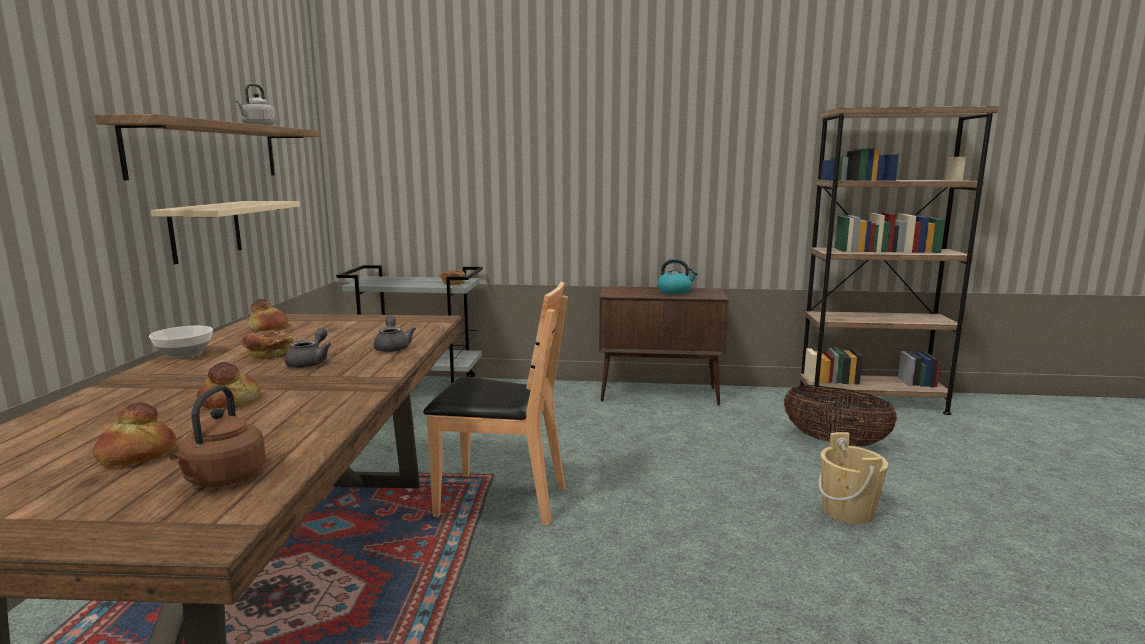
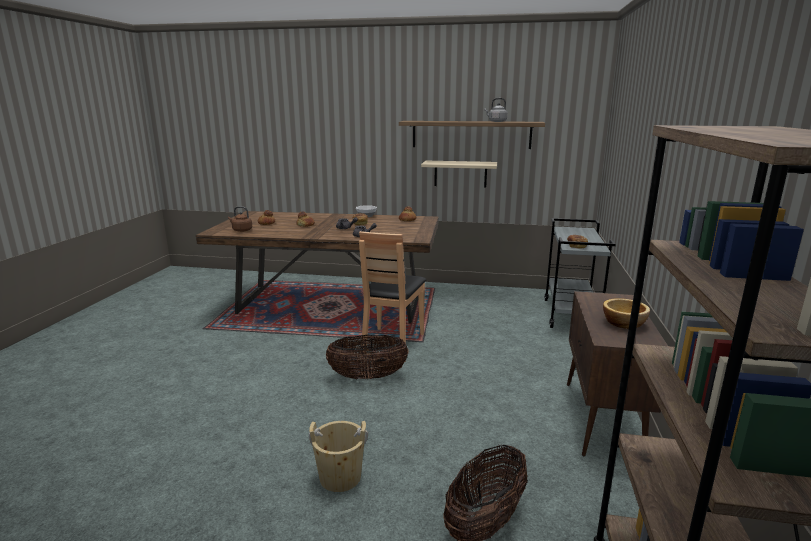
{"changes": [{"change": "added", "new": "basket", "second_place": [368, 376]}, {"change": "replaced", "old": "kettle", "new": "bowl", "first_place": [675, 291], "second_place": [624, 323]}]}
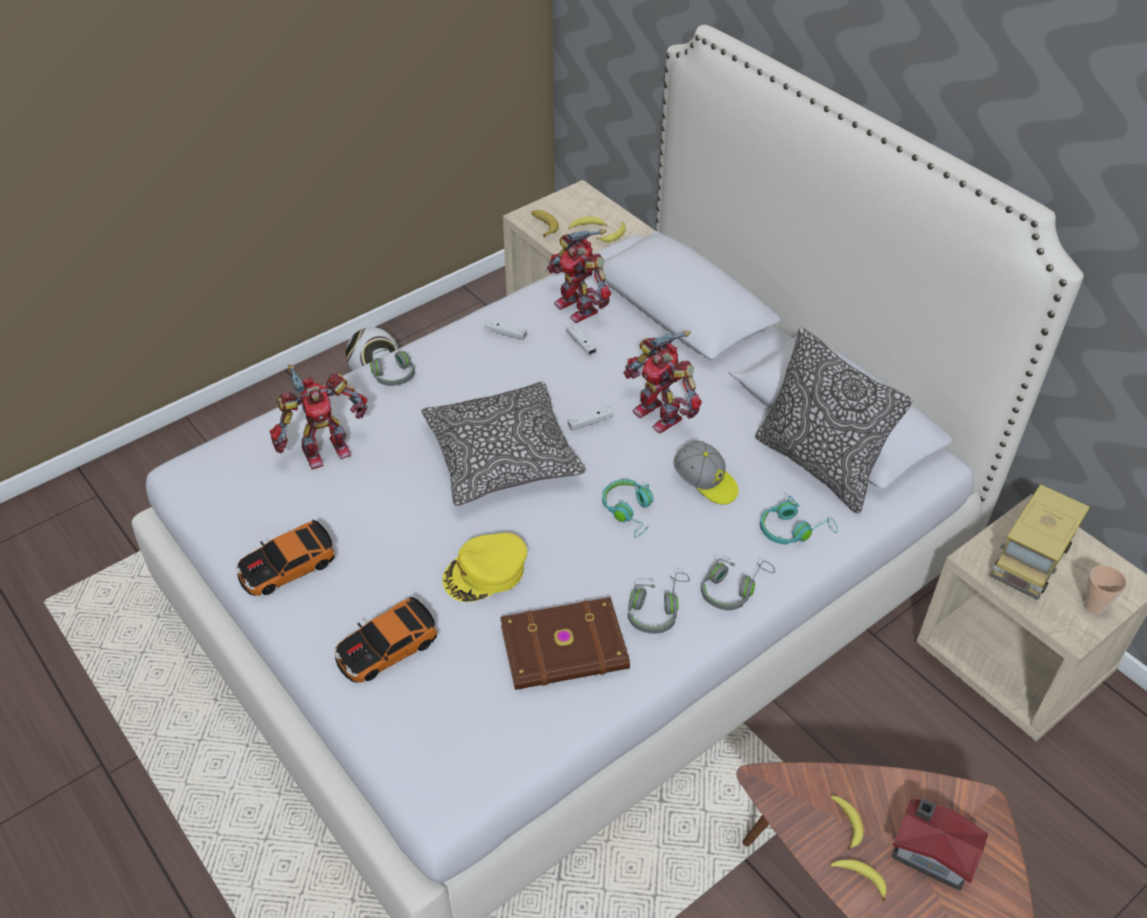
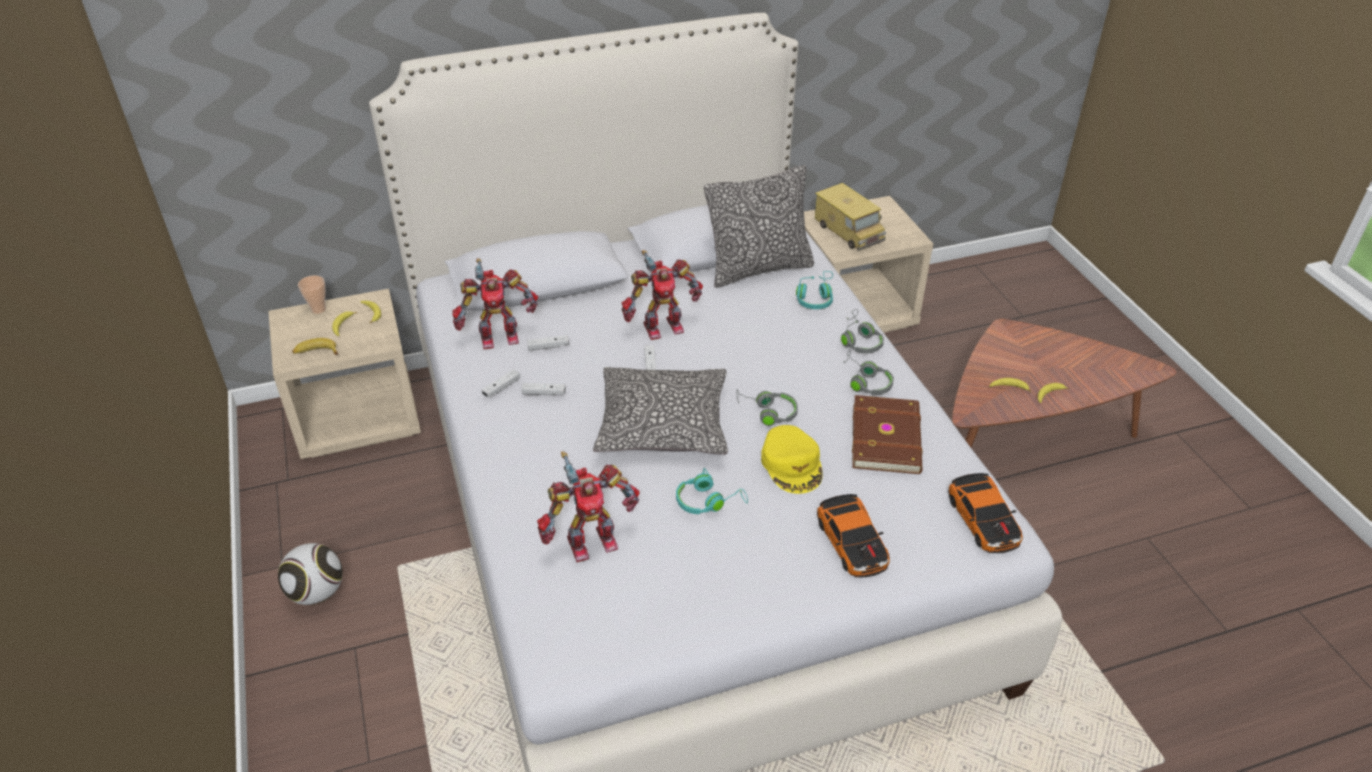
{"changes": [{"change": "moved", "old": "cup", "first_place": [1093, 606], "second_place": [318, 309]}, {"change": "added", "new": "white game controller", "second_place": [544, 393]}, {"change": "turned", "old": "toy robot", "first_place": [324, 449], "second_place": [590, 540], "degrees": 75}, {"change": "moved", "old": "turquoise headphones", "first_place": [629, 512], "second_place": [708, 501]}, {"change": "moved", "old": "grey headphones", "first_place": [394, 370], "second_place": [767, 412]}, {"change": "moved", "old": "toy car", "first_place": [287, 566], "second_place": [985, 519]}, {"change": "removed", "old": "cap", "first_place": [706, 482]}, {"change": "removed", "old": "toy house", "first_place": [931, 852]}]}
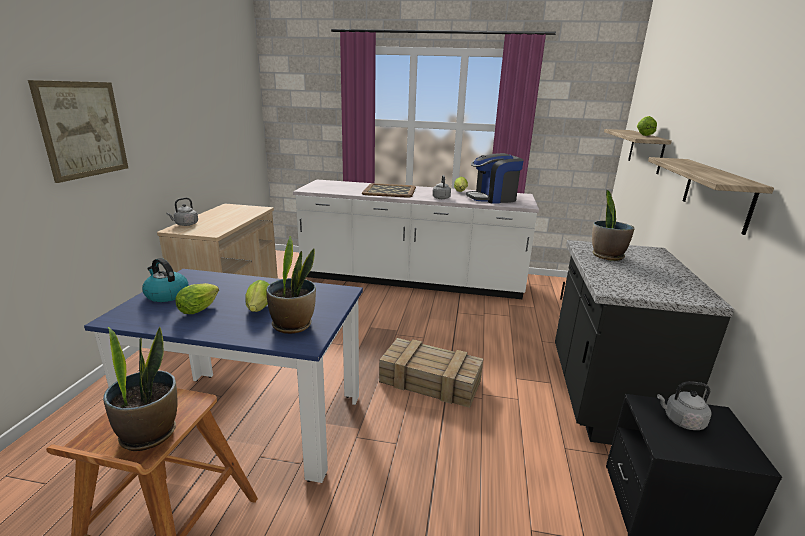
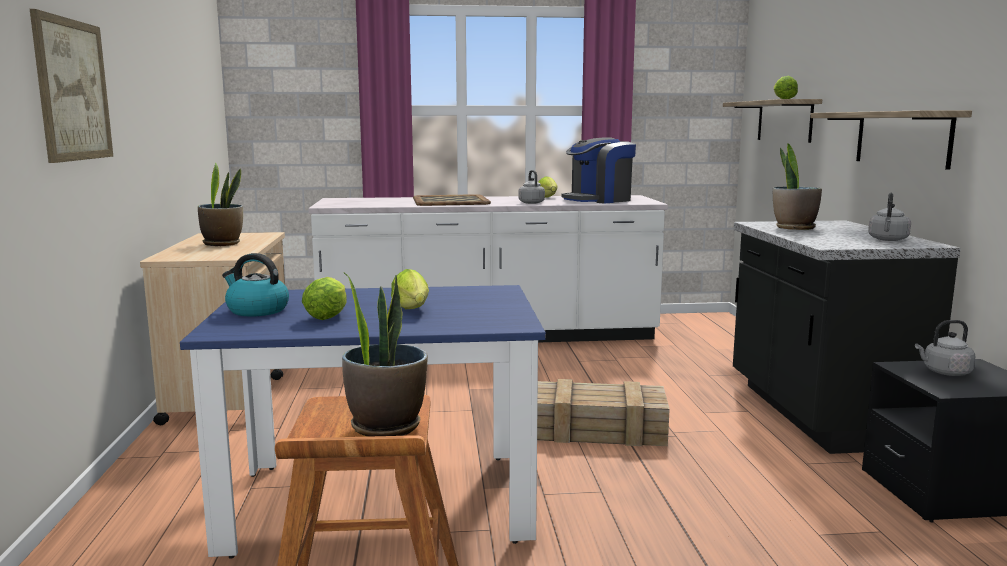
{"changes": [{"change": "moved", "old": "potted plant", "first_place": [293, 325], "second_place": [222, 243]}, {"change": "moved", "old": "grey kettle", "first_place": [185, 224], "second_place": [888, 240]}]}
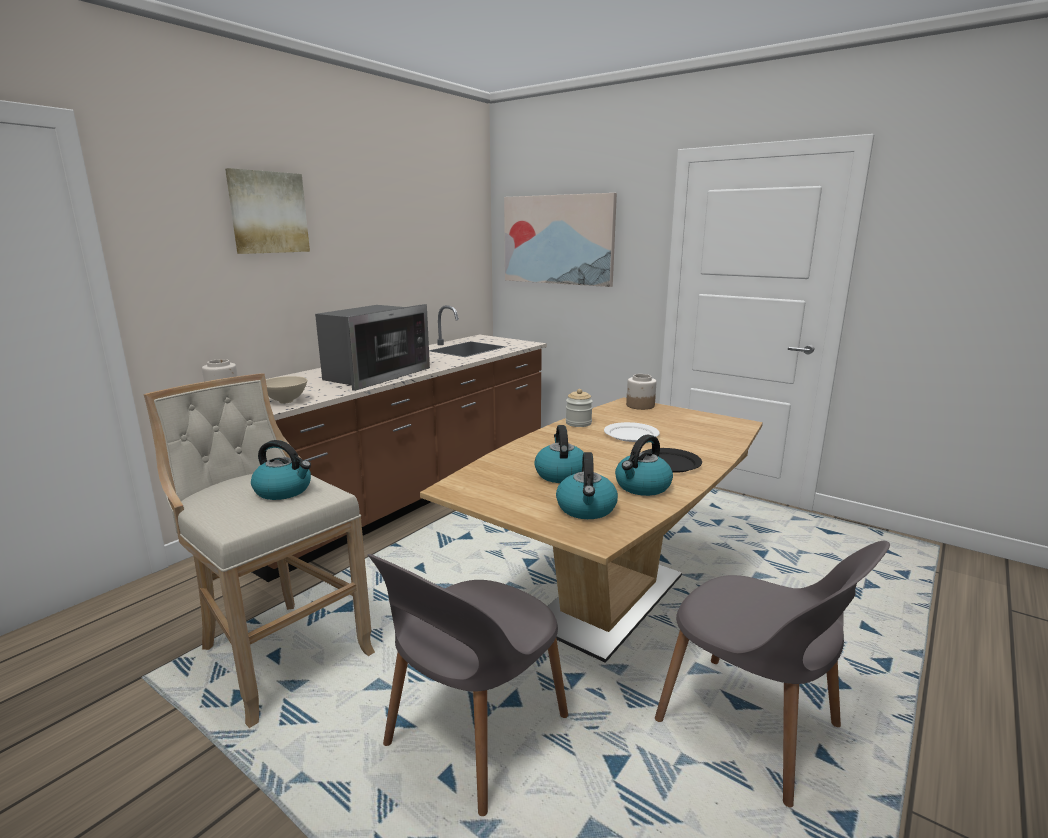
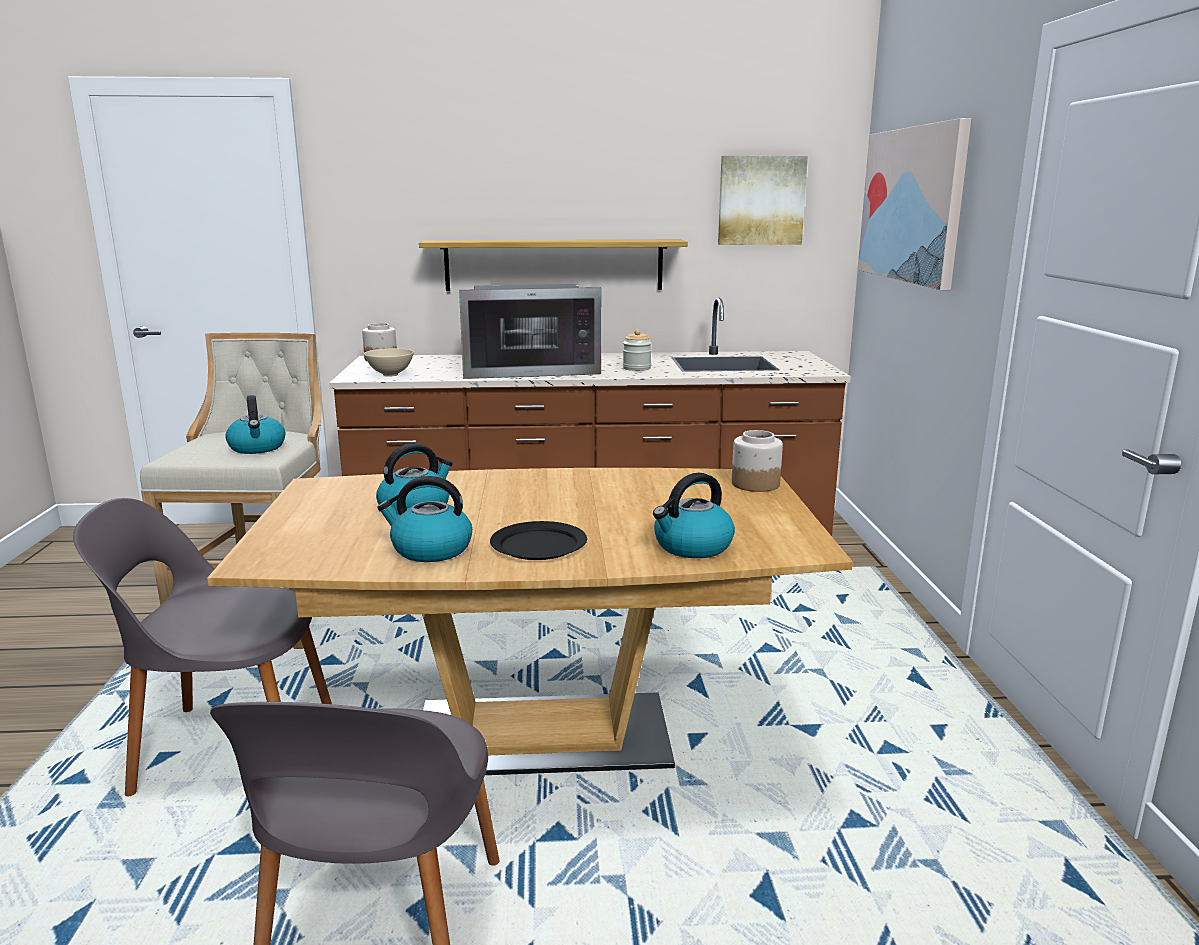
{"changes": [{"change": "added", "new": "shelf", "second_place": [554, 265]}, {"change": "moved", "old": "jar", "first_place": [578, 423], "second_place": [636, 368]}, {"change": "moved", "old": "kettle", "first_place": [586, 509], "second_place": [692, 547]}, {"change": "moved", "old": "picture", "first_place": [268, 212], "second_place": [761, 200]}, {"change": "removed", "old": "white plate", "first_place": [631, 435]}]}
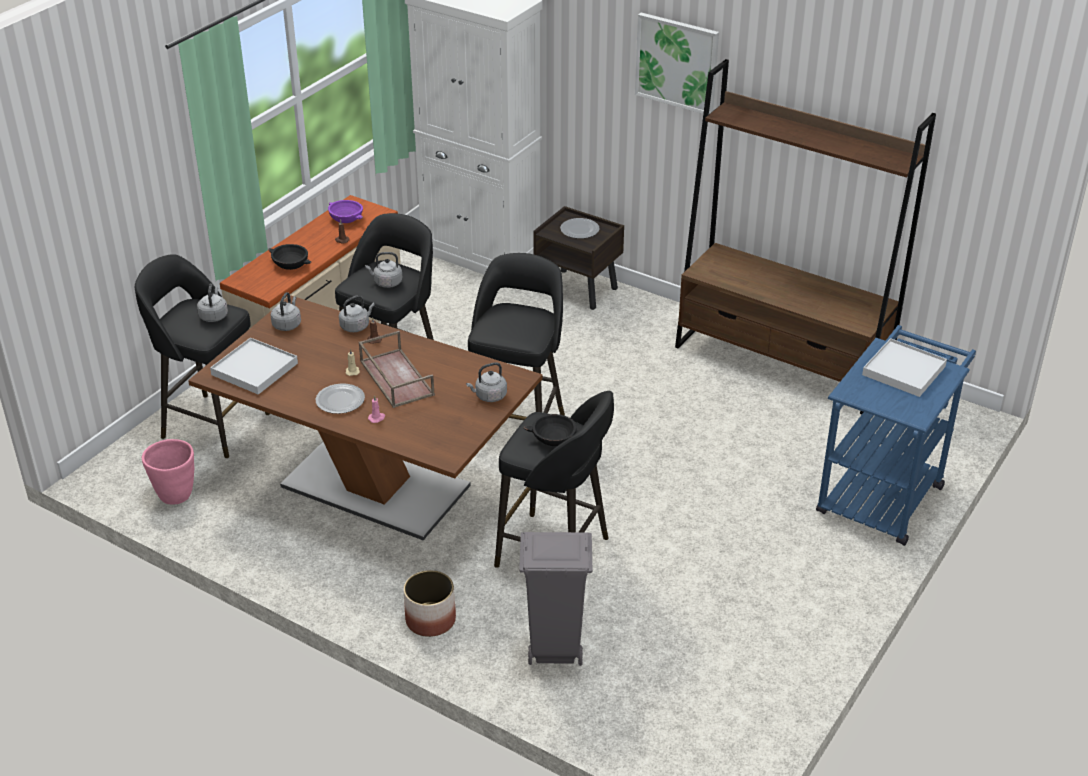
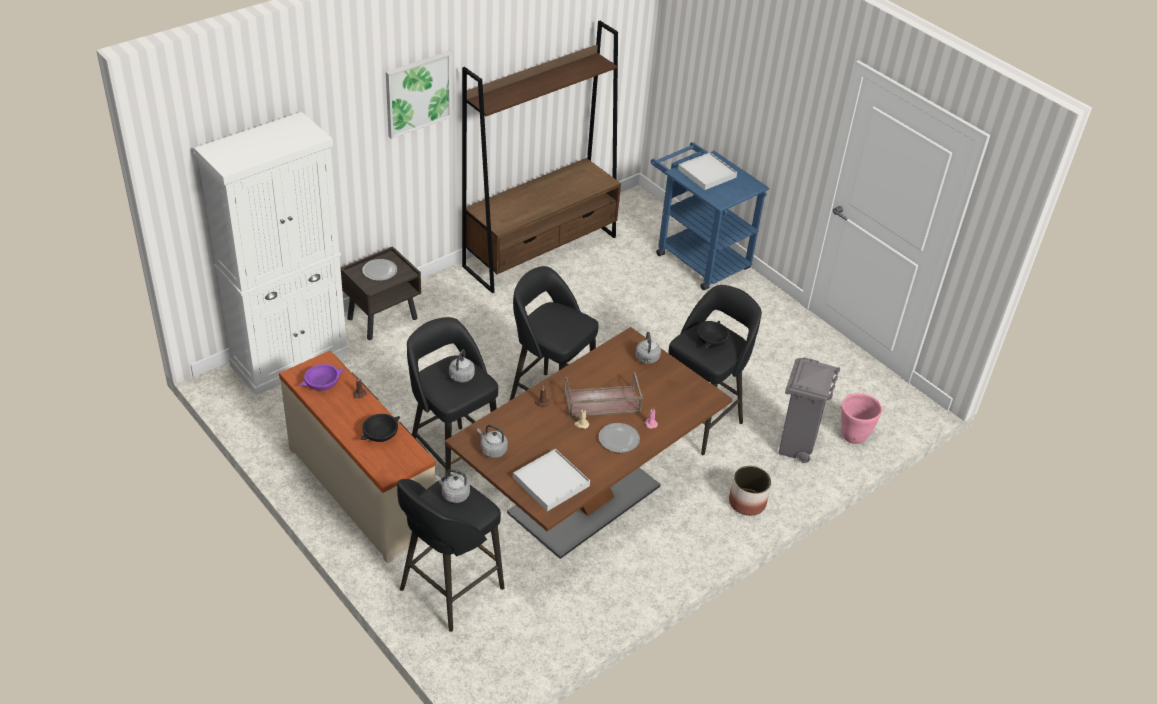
{"changes": [{"change": "moved", "old": "pink planter", "first_place": [175, 495], "second_place": [853, 436]}, {"change": "removed", "old": "grey kettle", "first_place": [356, 326]}]}
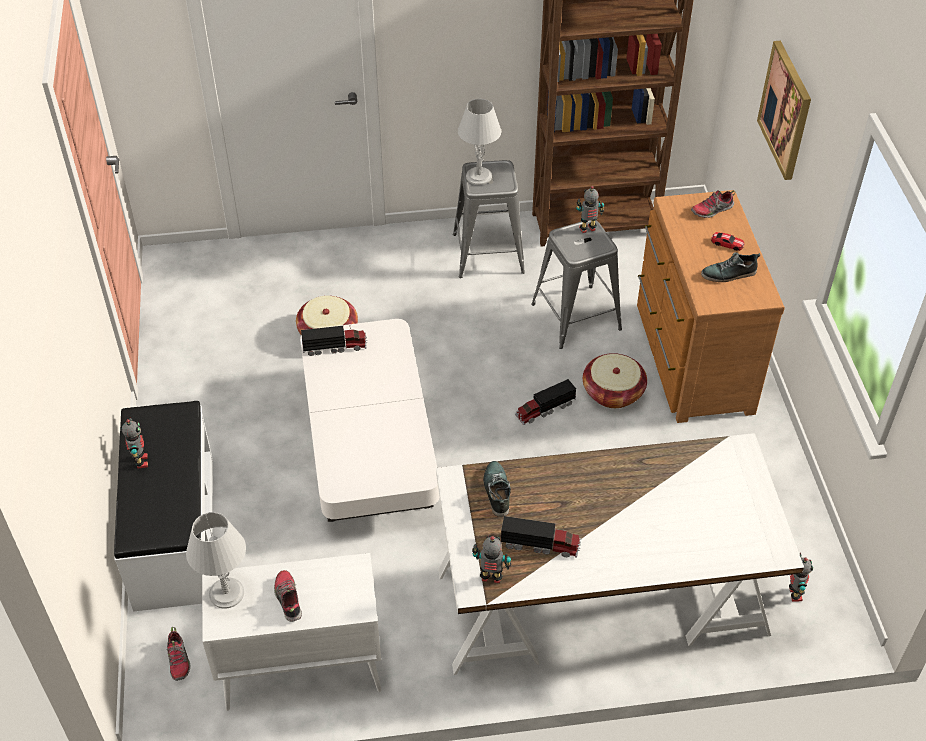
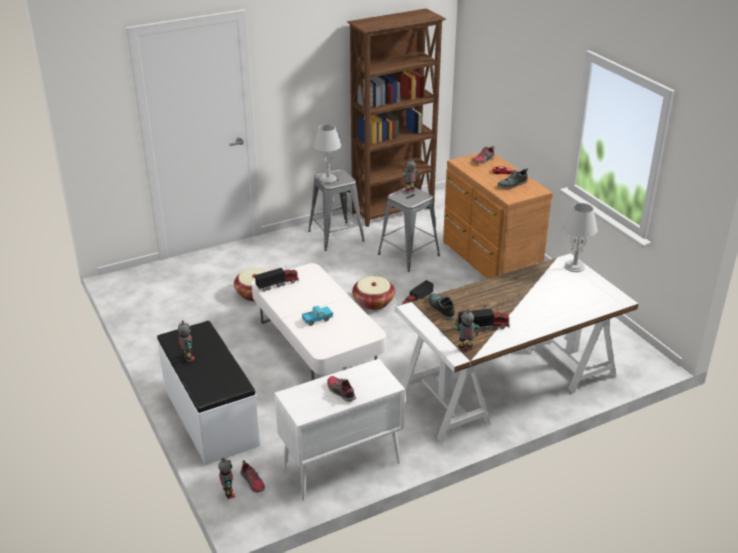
{"changes": [{"change": "moved", "old": "toy robot", "first_place": [793, 594], "second_place": [228, 494]}, {"change": "added", "new": "toy truck", "second_place": [317, 320]}, {"change": "moved", "old": "basket", "first_place": [613, 392], "second_place": [373, 302]}, {"change": "moved", "old": "grey table lamp", "first_place": [226, 593], "second_place": [574, 266]}, {"change": "removed", "old": "picture", "first_place": [786, 110]}]}
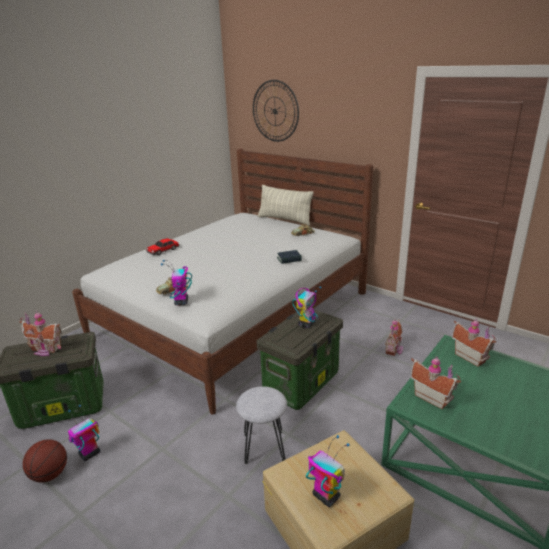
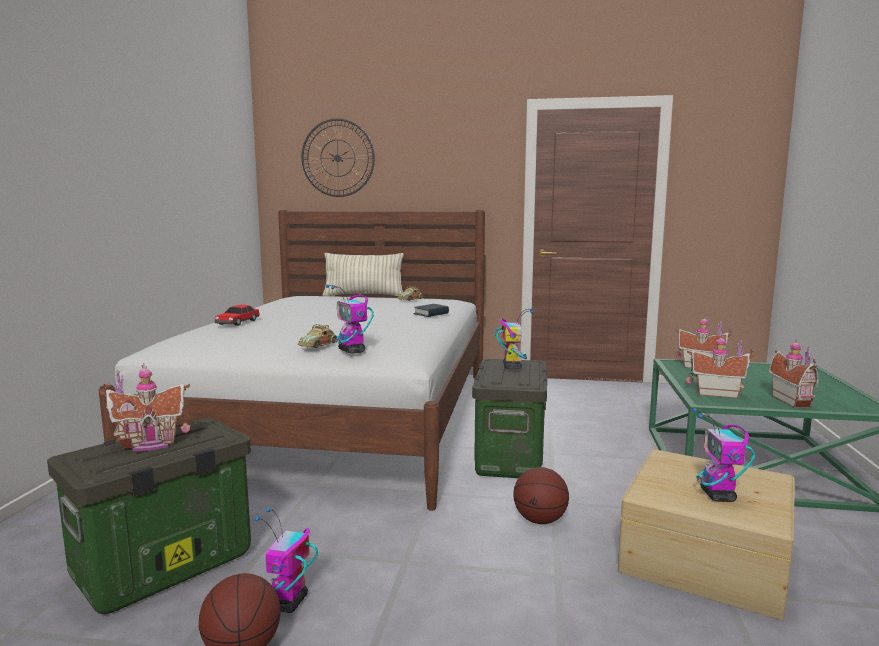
{"changes": [{"change": "replaced", "old": "grey stool", "new": "basketball", "first_place": [263, 447], "second_place": [540, 520]}, {"change": "turned", "old": "toy robot", "first_place": [325, 496], "second_place": [718, 496], "degrees": -105}, {"change": "moved", "old": "toy house", "first_place": [394, 349], "second_place": [793, 401]}]}
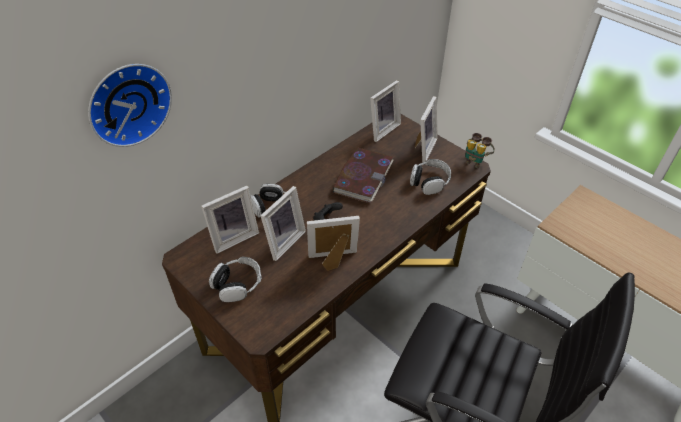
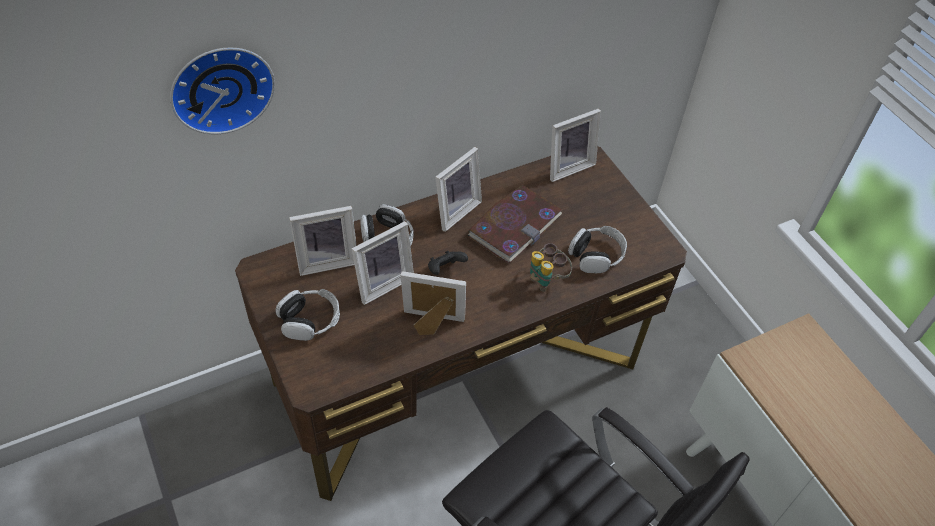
{"changes": [{"change": "moved", "old": "picture frame", "first_place": [422, 148], "second_place": [454, 210]}, {"change": "moved", "old": "binoculars", "first_place": [475, 161], "second_place": [546, 279]}]}
